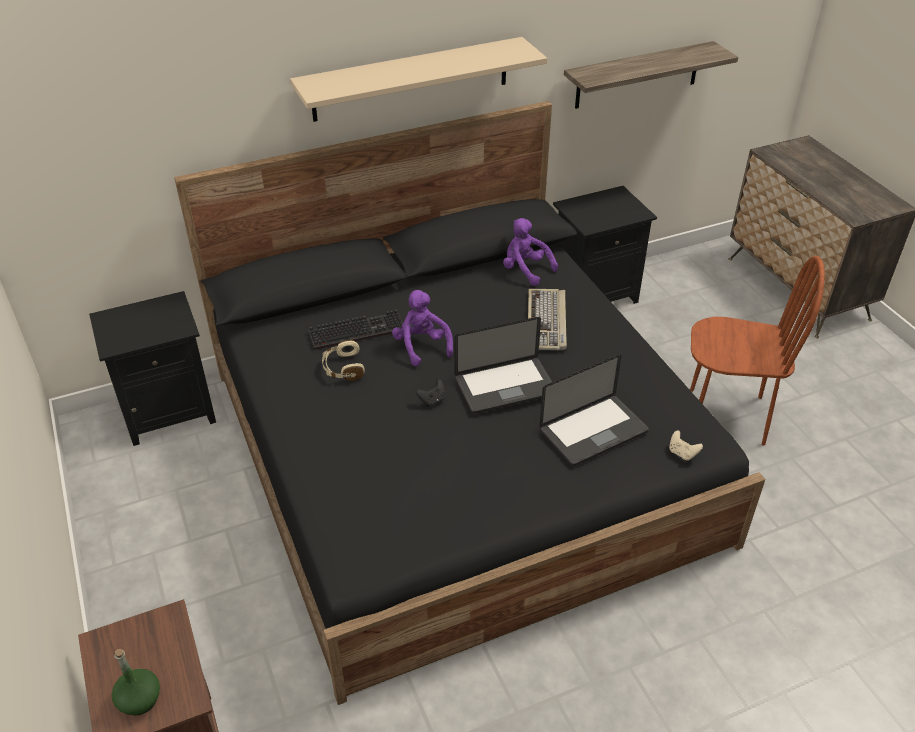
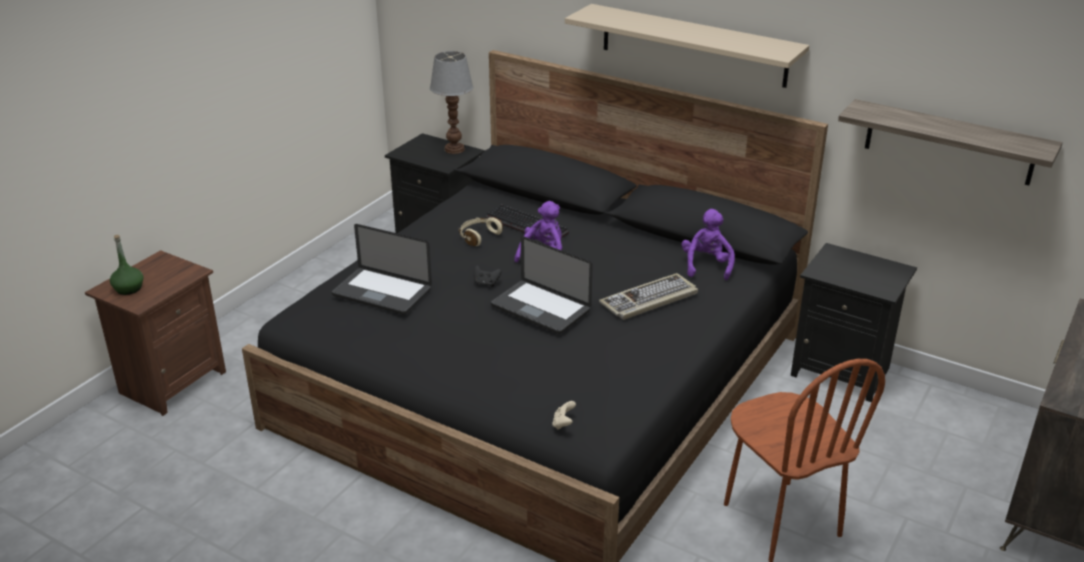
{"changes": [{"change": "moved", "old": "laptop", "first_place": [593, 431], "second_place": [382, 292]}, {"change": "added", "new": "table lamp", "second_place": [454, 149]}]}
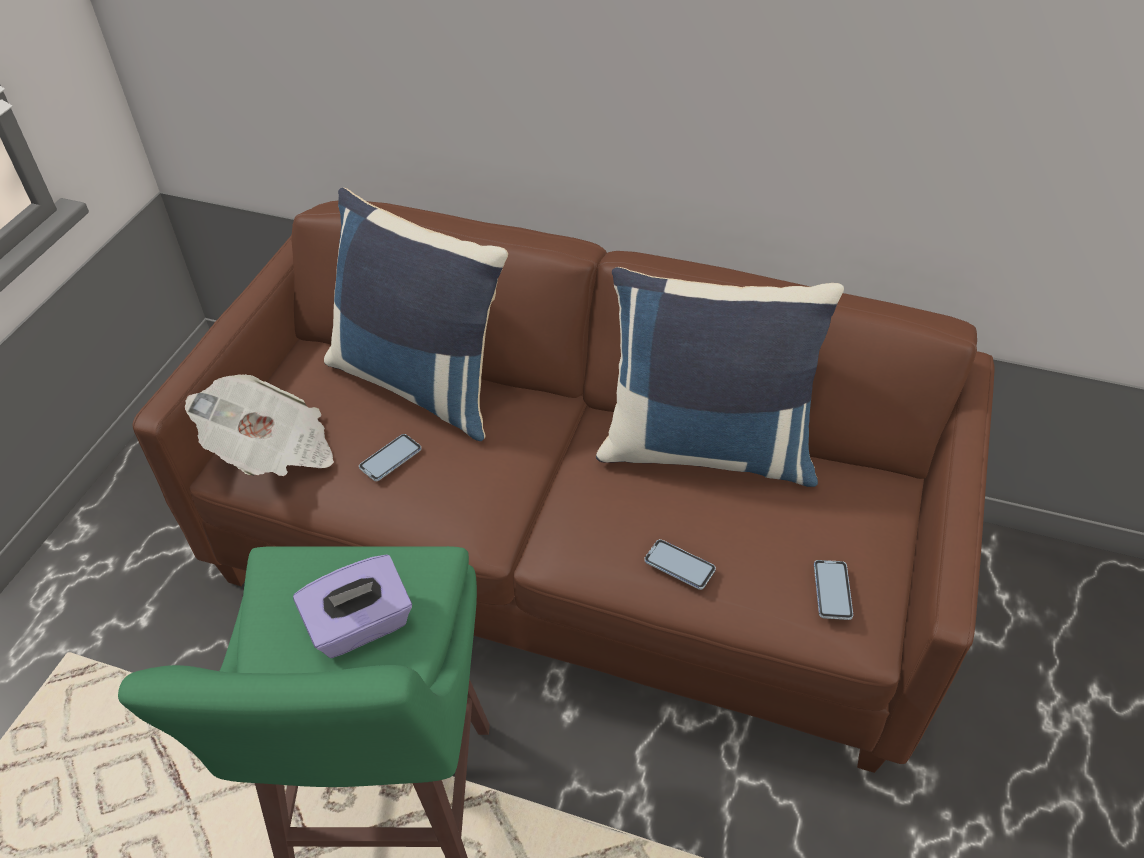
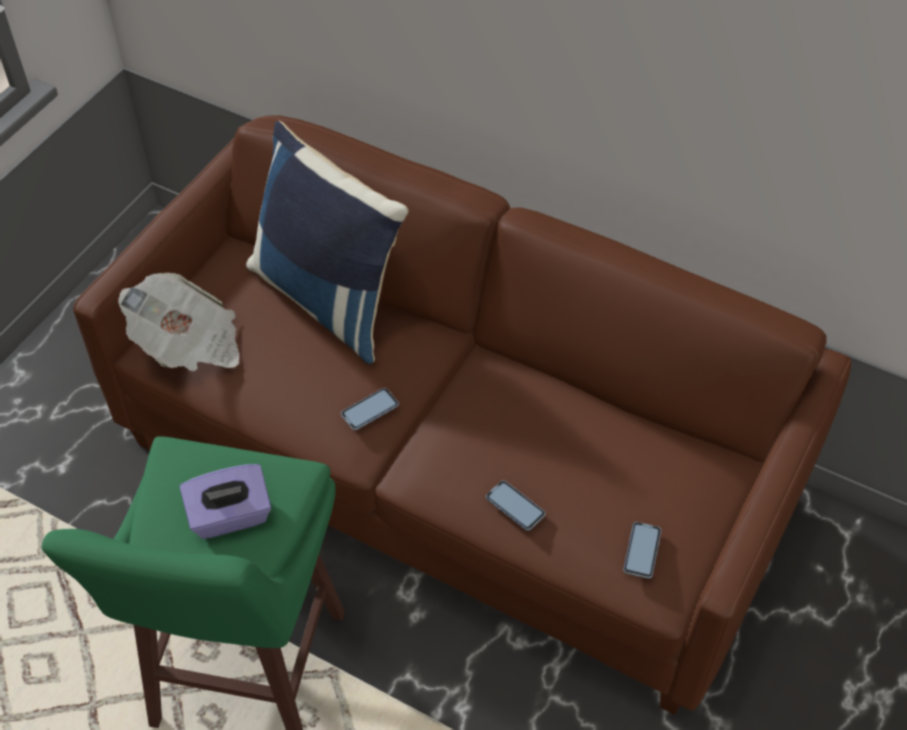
{"changes": [{"change": "moved", "old": "phone", "first_place": [390, 458], "second_place": [370, 410]}, {"change": "removed", "old": "blue pillow", "first_place": [707, 447]}]}
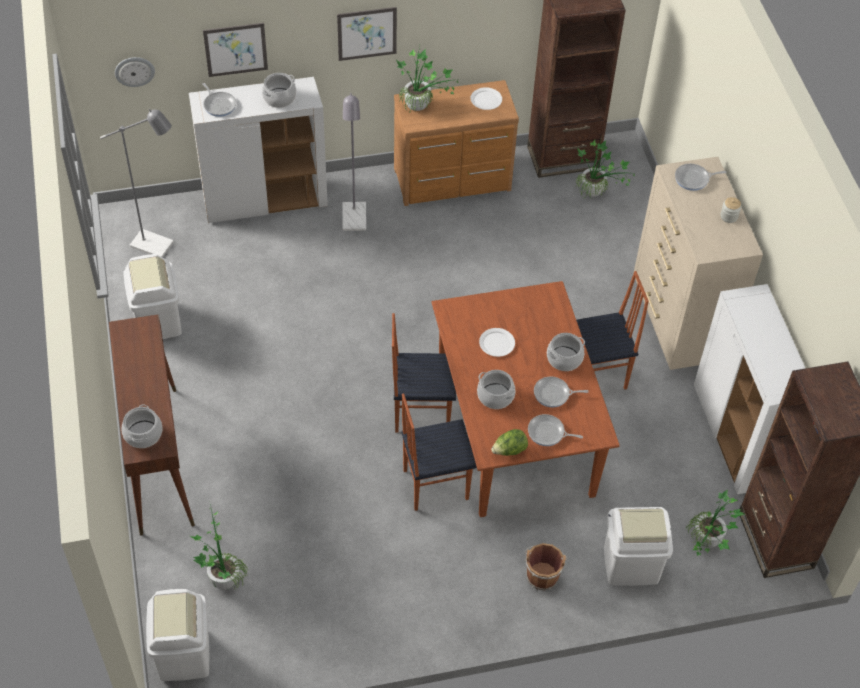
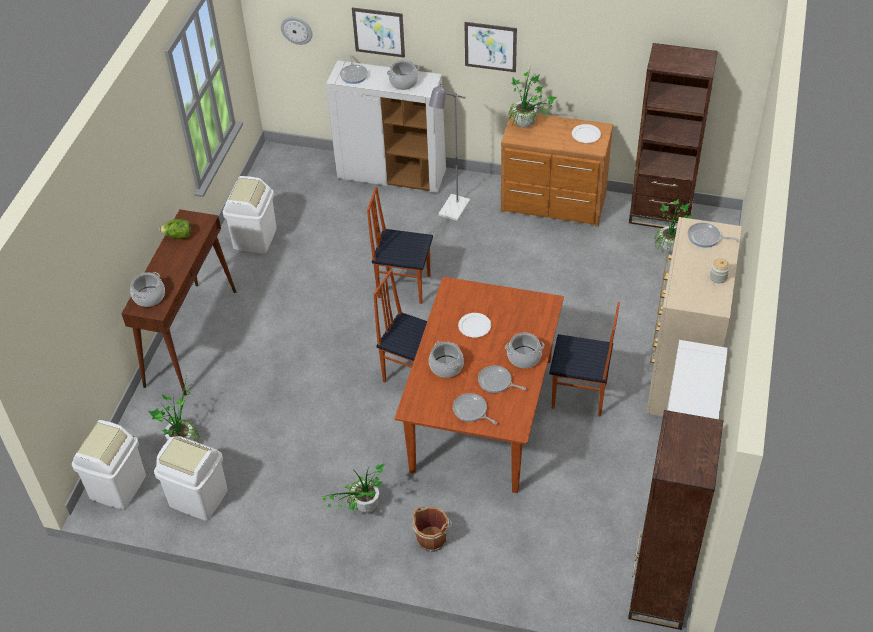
{"changes": [{"change": "moved", "old": "white trash can", "first_place": [631, 565], "second_place": [198, 498]}, {"change": "moved", "old": "lettuce", "first_place": [509, 450], "second_place": [178, 236]}, {"change": "moved", "old": "potted plant", "first_place": [705, 545], "second_place": [362, 509]}, {"change": "moved", "old": "chair", "first_place": [434, 484], "second_place": [403, 285]}, {"change": "removed", "old": "grey floor lamp", "first_place": [158, 246]}]}
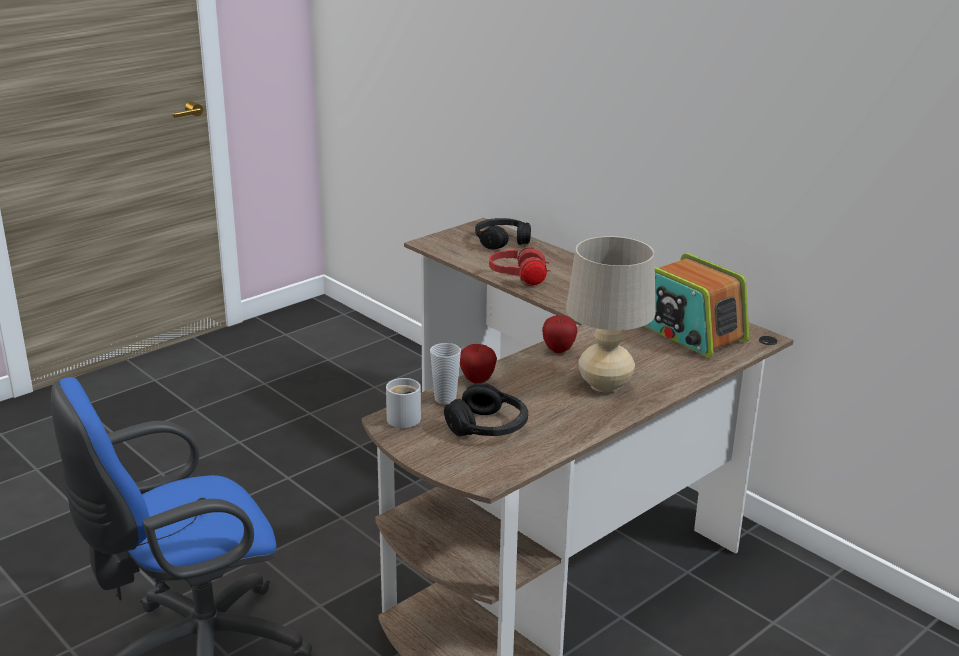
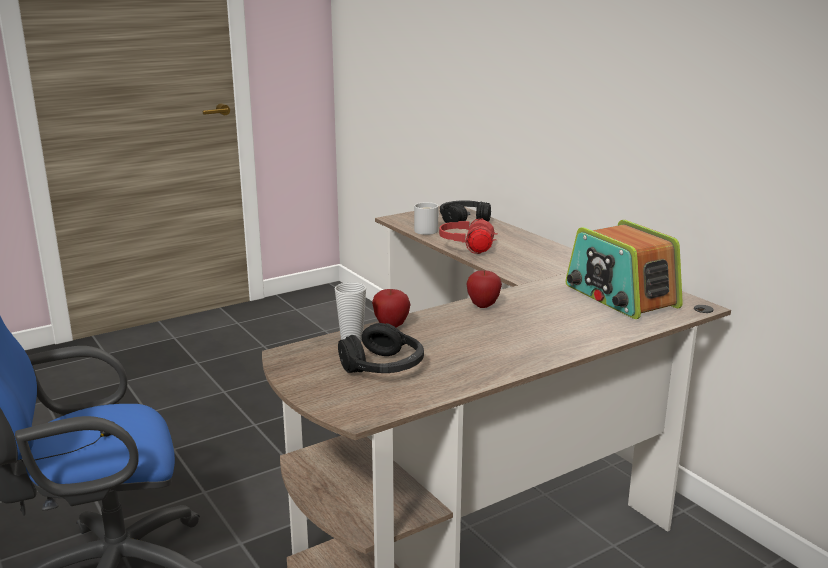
{"changes": [{"change": "moved", "old": "white mug", "first_place": [406, 418], "second_place": [428, 230]}, {"change": "removed", "old": "beige table lamp", "first_place": [605, 385]}]}
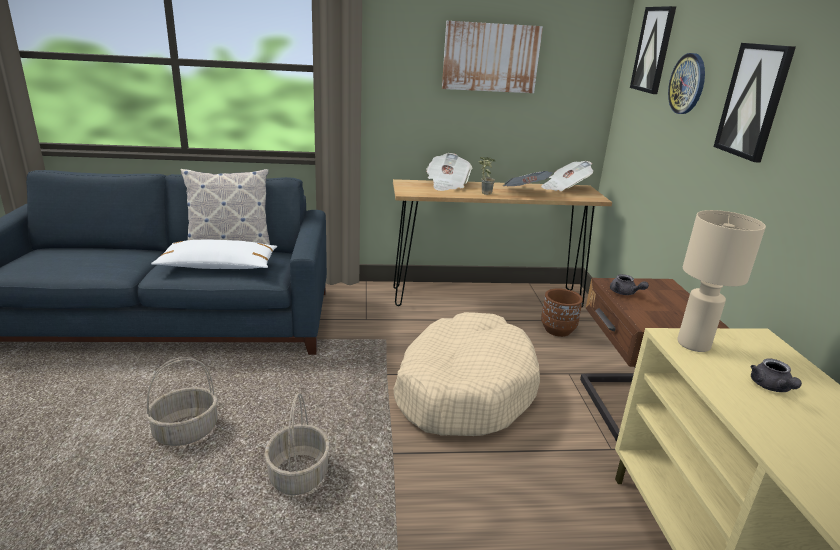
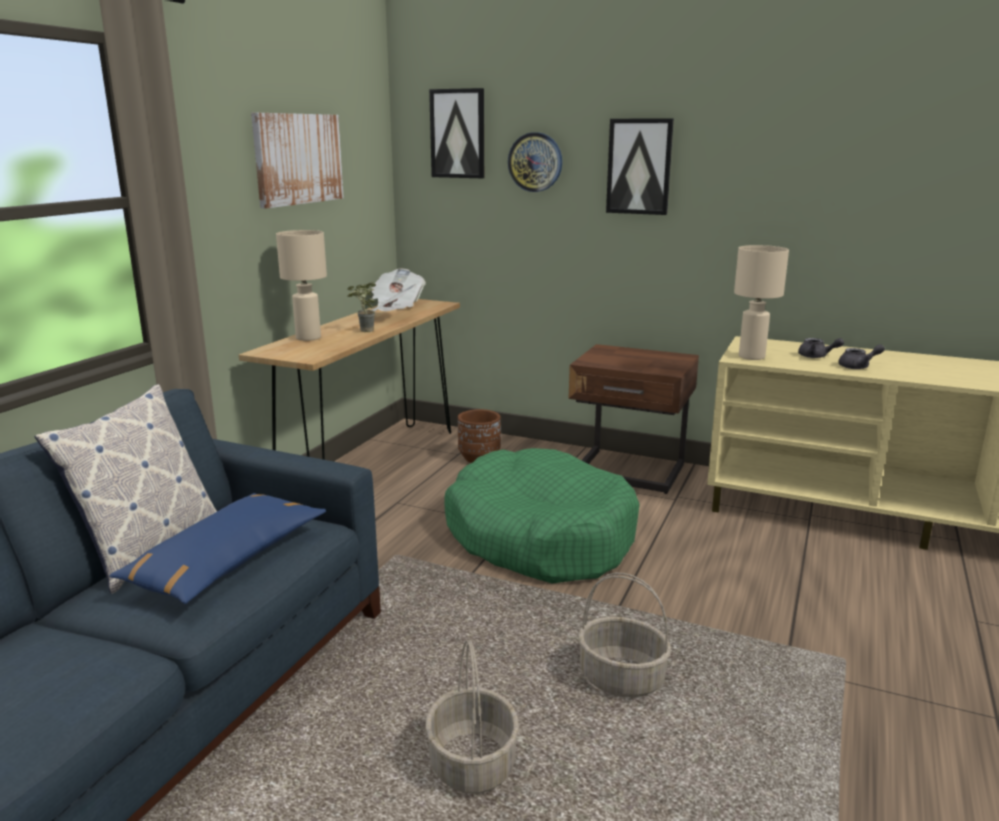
{"changes": [{"change": "recoloured", "old": "white pillow", "new": "blue pillow", "first_place": [218, 266], "second_place": [227, 562]}, {"change": "replaced", "old": "newspaper", "new": "beige table lamp", "first_place": [447, 185], "second_place": [309, 338]}, {"change": "recoloured", "old": "beige dog bed", "new": "green dog bed", "first_place": [464, 389], "second_place": [540, 537]}, {"change": "moved", "old": "grey teapot", "first_place": [625, 293], "second_place": [858, 367]}]}
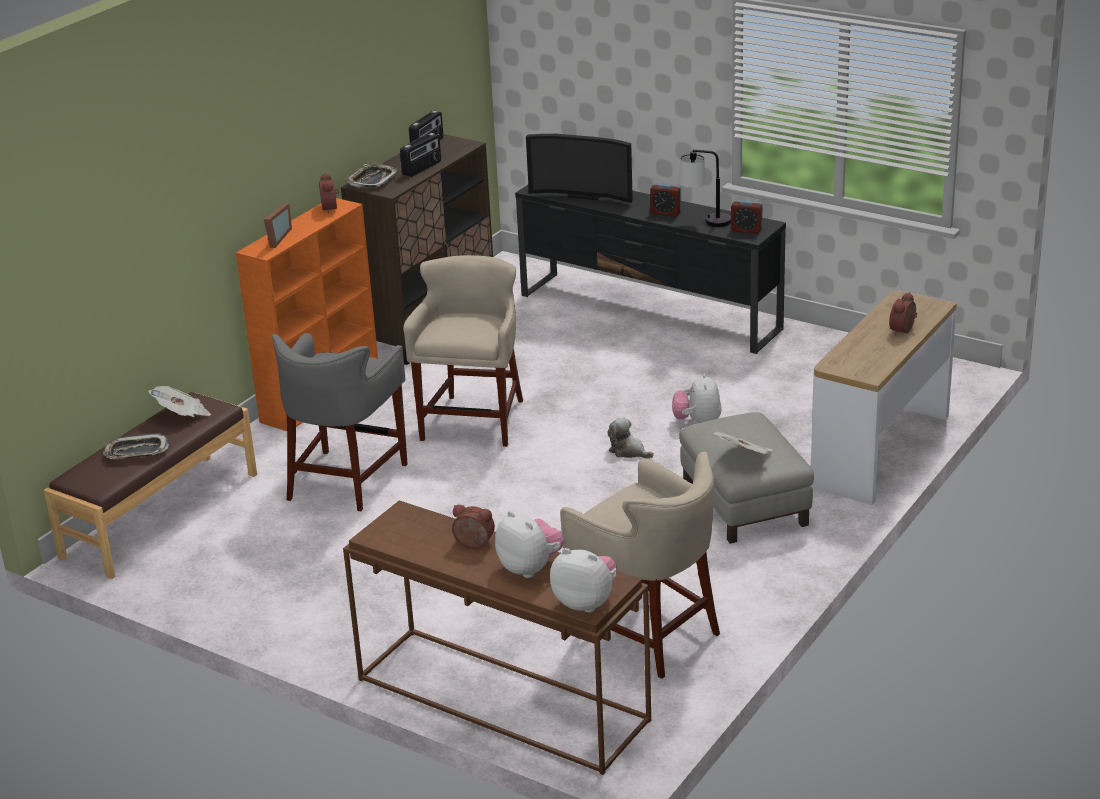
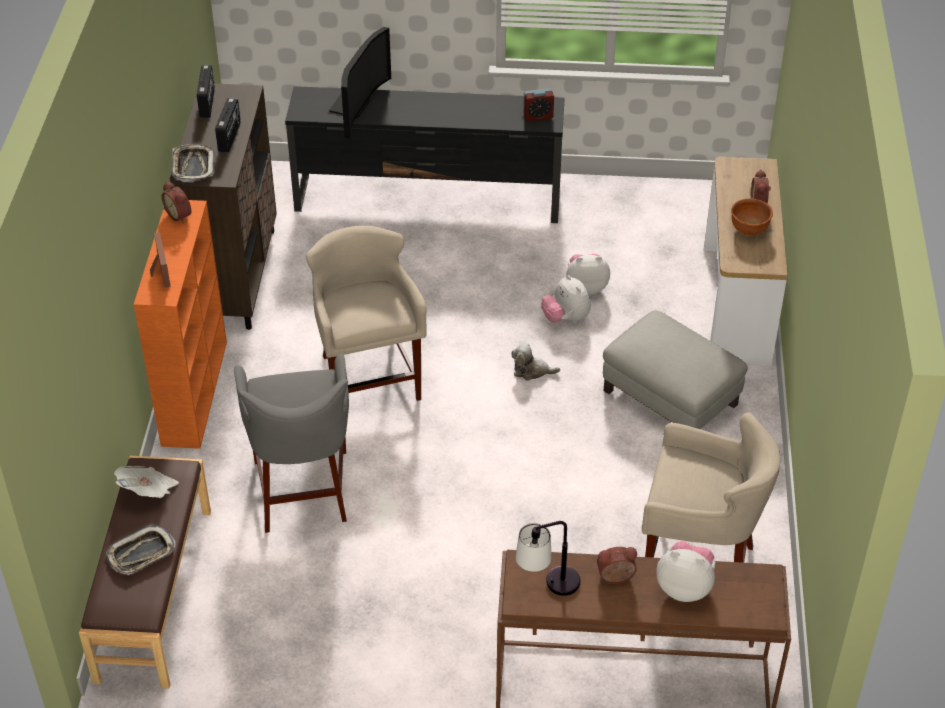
{"changes": [{"change": "turned", "old": "television", "first_place": [584, 195], "second_place": [355, 107], "degrees": -60}, {"change": "moved", "old": "table lamp", "first_place": [705, 221], "second_place": [548, 587]}, {"change": "moved", "old": "plush toy", "first_place": [586, 602], "second_place": [586, 287]}, {"change": "added", "new": "brown bowl", "second_place": [749, 230]}, {"change": "removed", "old": "alarm clock", "first_place": [666, 213]}, {"change": "removed", "old": "newspaper", "first_place": [744, 457]}]}
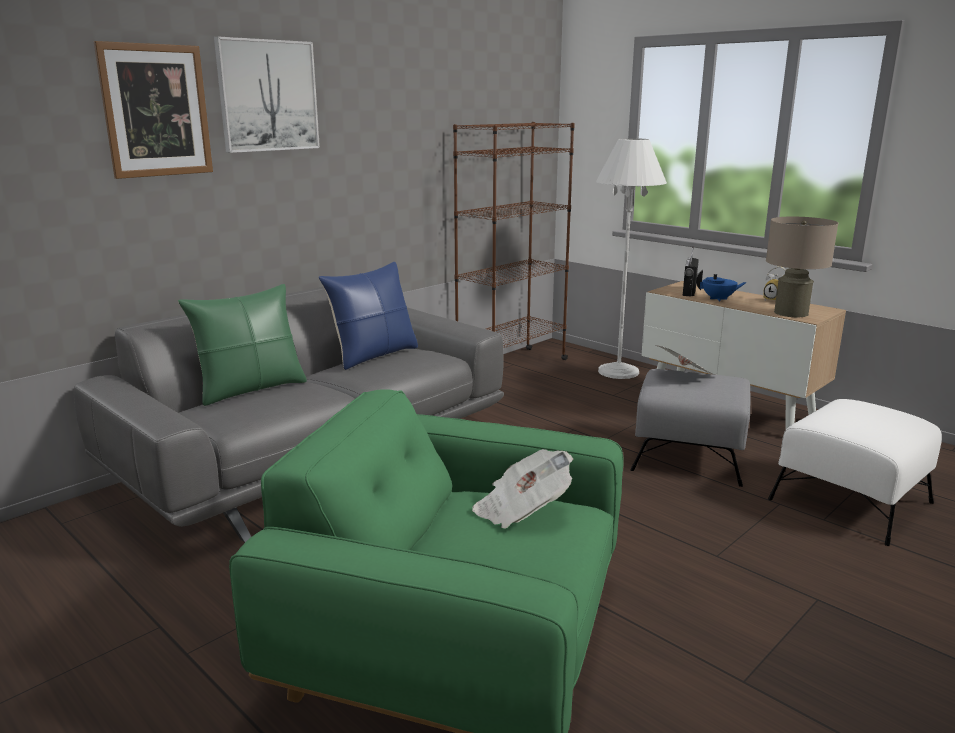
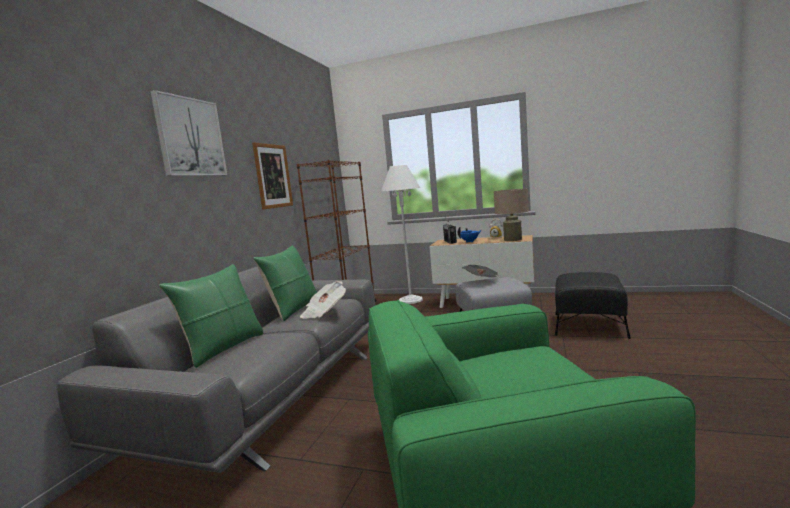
{"changes": [{"change": "moved", "old": "picture", "first_place": [156, 111], "second_place": [273, 176]}, {"change": "recoloured", "old": "blue pillow", "new": "green pillow", "first_place": [373, 355], "second_place": [293, 310]}, {"change": "moved", "old": "newspaper", "first_place": [521, 510], "second_place": [324, 312]}, {"change": "recoloured", "old": "white ottoman", "new": "black ottoman", "first_place": [849, 501], "second_place": [588, 325]}]}
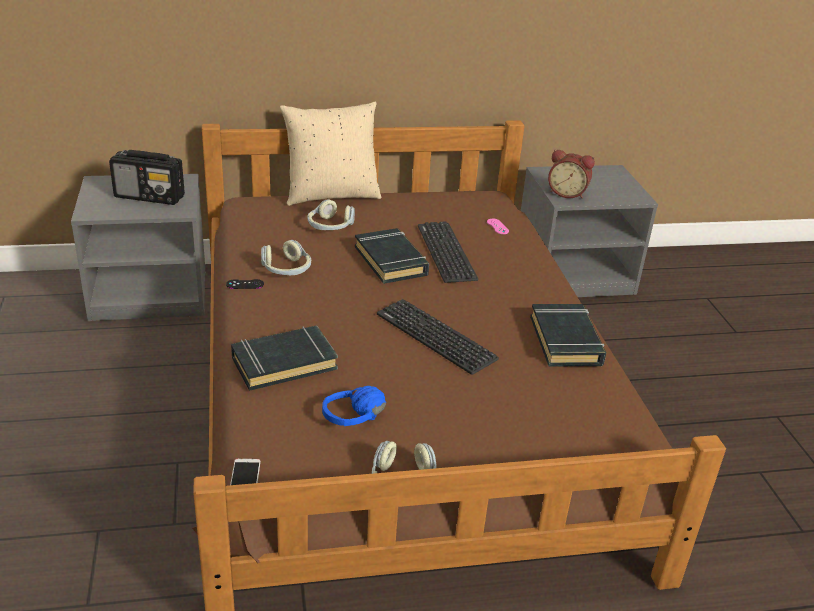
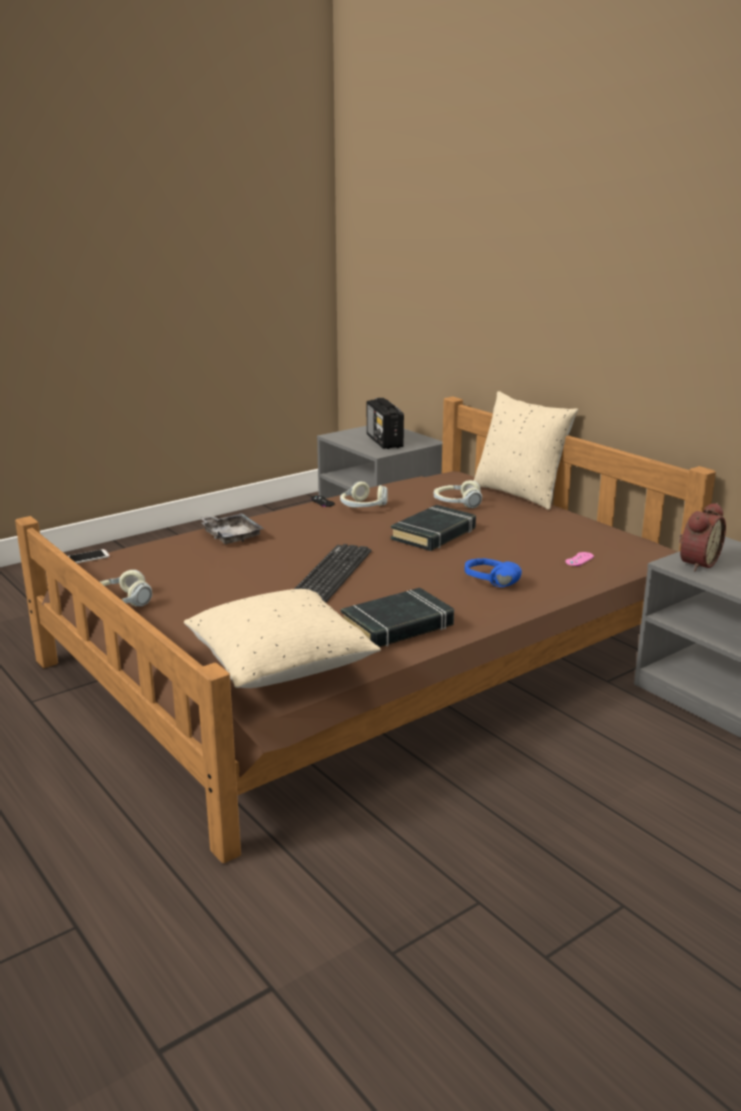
{"changes": [{"change": "added", "new": "beige pillow", "second_place": [280, 665]}, {"change": "replaced", "old": "black book", "new": "grey tray", "first_place": [284, 363], "second_place": [231, 536]}, {"change": "moved", "old": "blue headphones", "first_place": [358, 422], "second_place": [488, 585]}, {"change": "turned", "old": "alarm clock", "first_place": [567, 193], "second_place": [696, 563], "degrees": -135}, {"change": "removed", "old": "keyboard", "first_place": [446, 252]}]}
